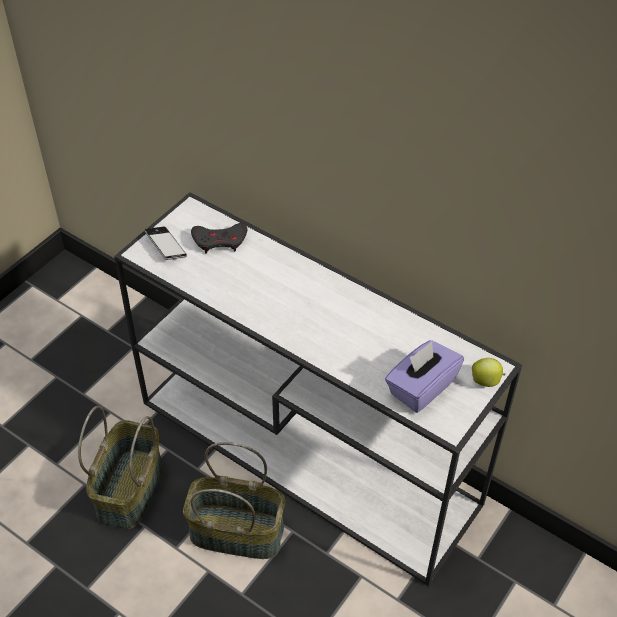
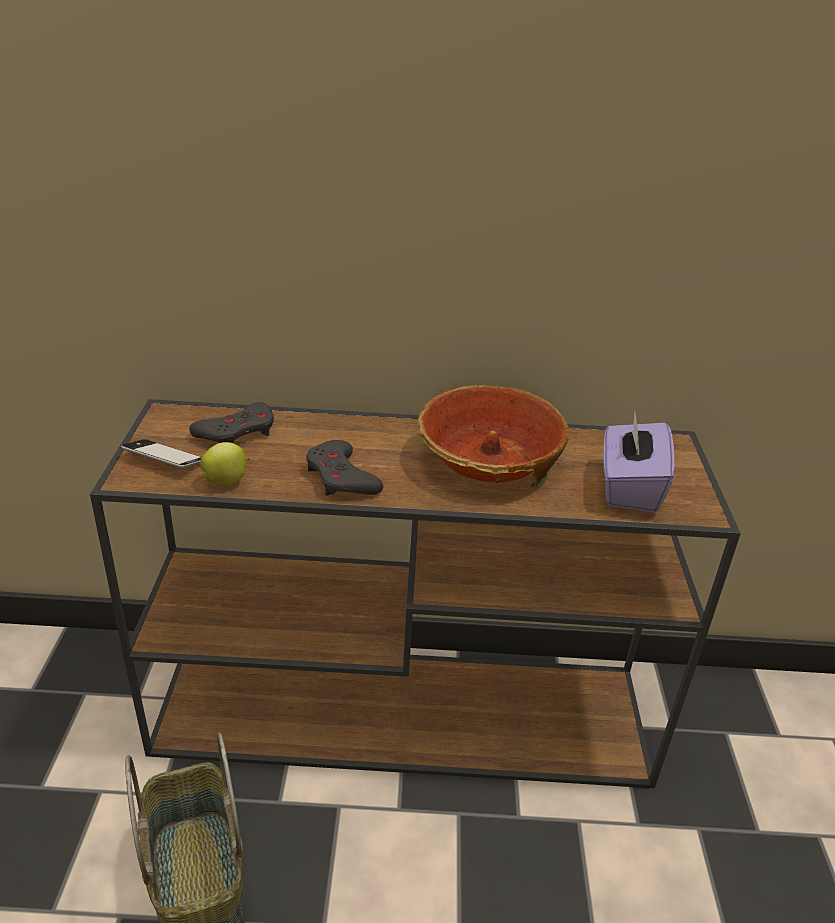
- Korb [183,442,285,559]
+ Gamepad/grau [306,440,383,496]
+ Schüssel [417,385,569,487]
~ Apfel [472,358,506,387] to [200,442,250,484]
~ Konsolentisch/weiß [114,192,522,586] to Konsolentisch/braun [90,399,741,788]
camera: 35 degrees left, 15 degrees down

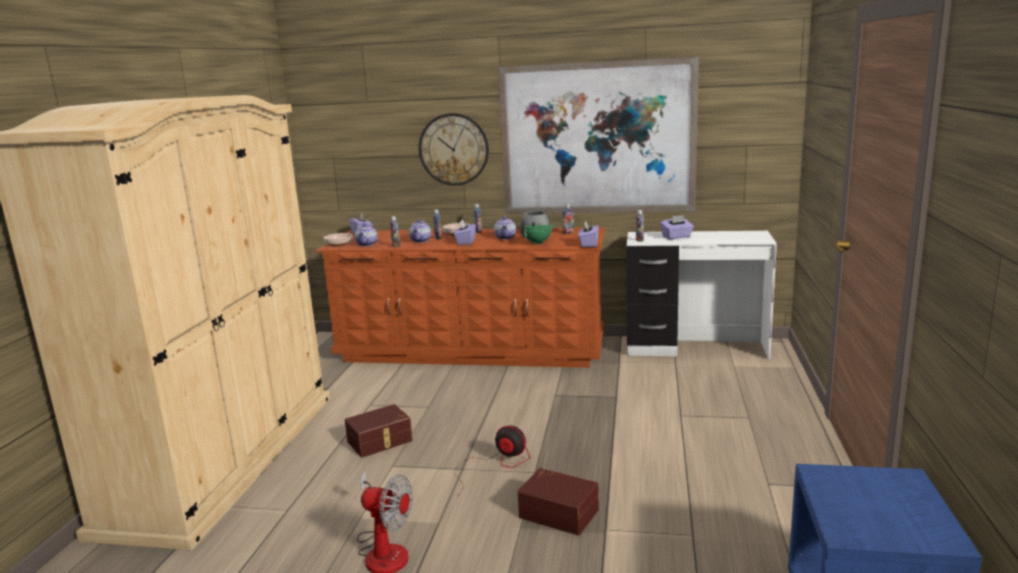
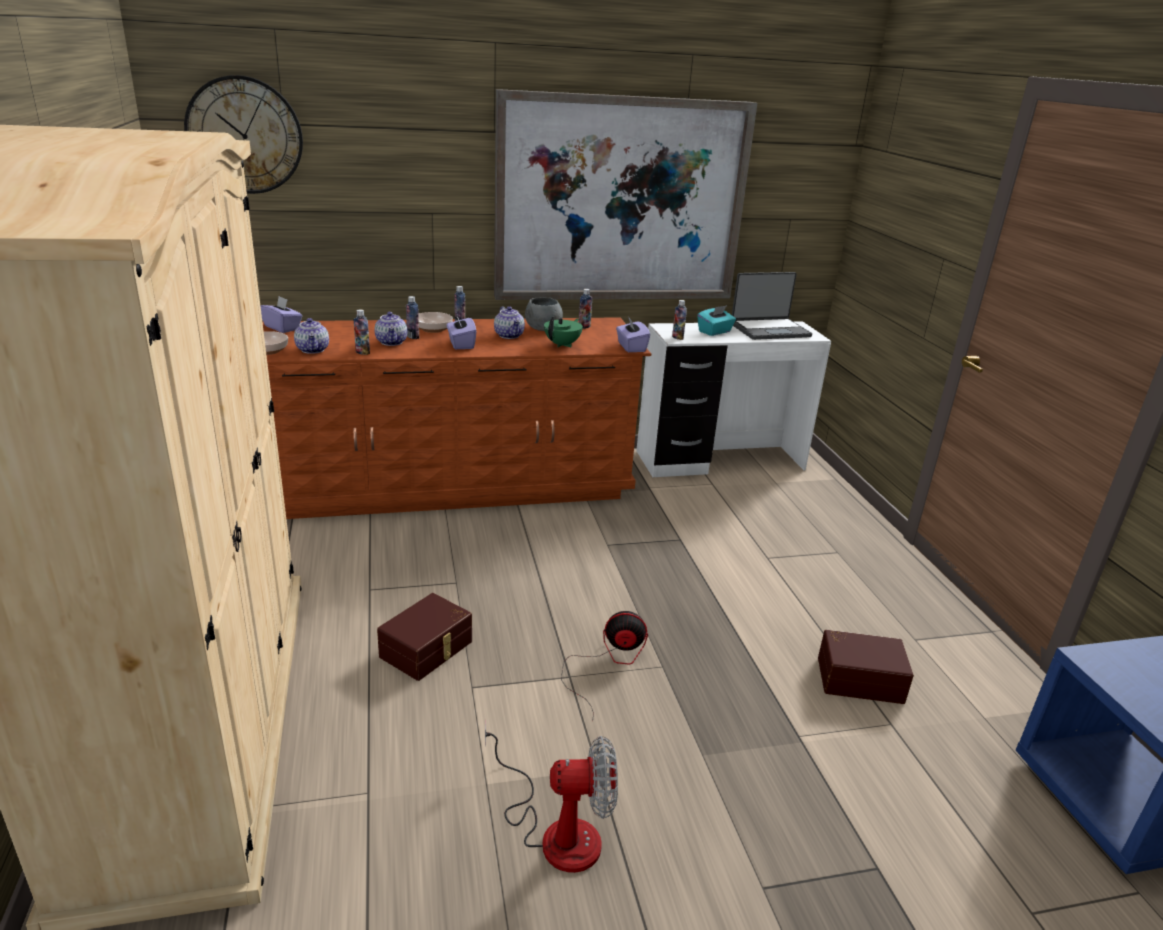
+ Laptop [732,272,812,340]
~ Wanduhr [419,113,489,186] to [184,75,303,194]
~ Aufbewahrungsbox/braun [518,468,599,535] to [818,630,914,704]
~ Taschentuchbox/lila [660,215,694,239] to Taschentuchbox/türkis [697,305,736,336]
camera: 25 degrees left, 10 degrees up

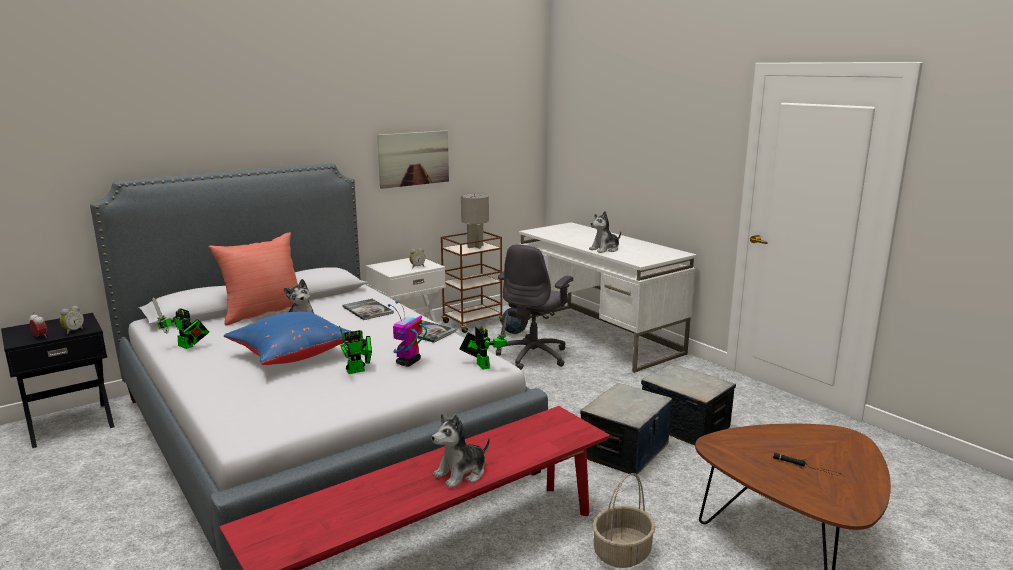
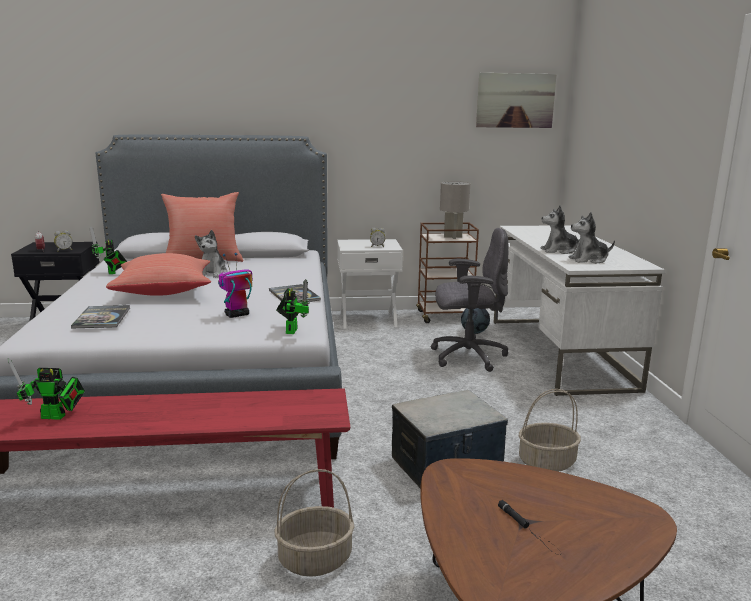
~ Spielzeugroboter [339,325,372,374] to [8,358,85,420]
~ Buch [343,299,394,320] to [71,305,130,328]
~ Bild [377,131,449,189] to [476,73,557,128]
~ Plüschtier [432,413,490,488] to [568,212,615,264]
~ Aufbewahrungsbox [641,364,736,445] to Korb [519,389,581,472]
~ Kissen/blau [224,311,352,365] to Kissen/rot [106,253,211,296]
~ Bürostuhl/grau [496,244,573,370] = [431,228,508,372] 150 degrees counterclockwise
camera: 30 degrees right, 0 degrees up

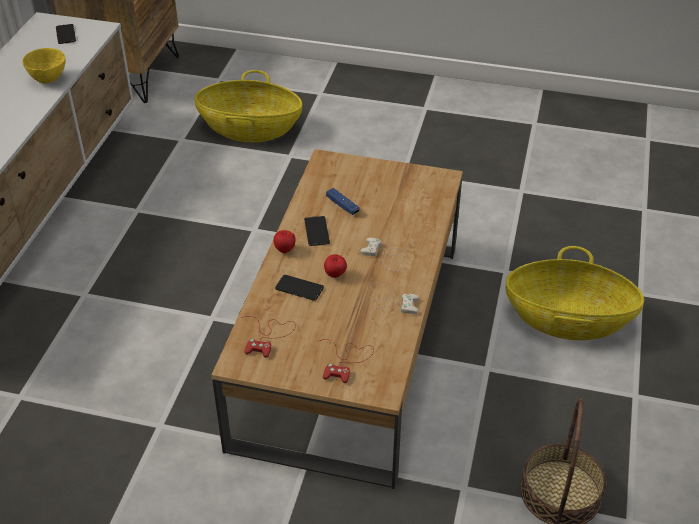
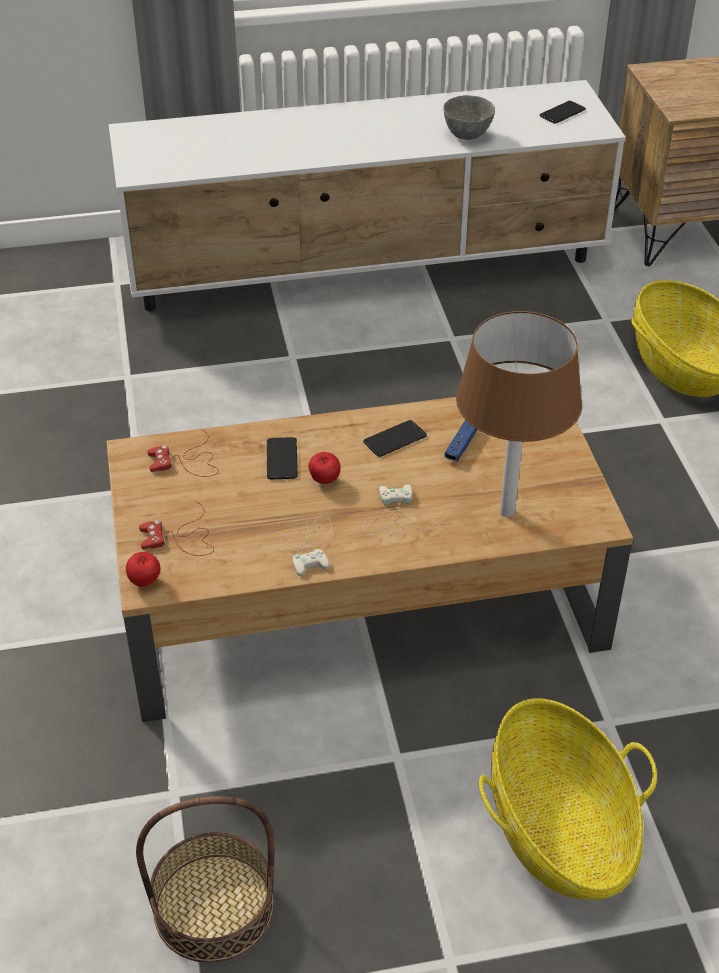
+ Tischlampe/braun [456,311,582,517]
~ Apfel [274,230,296,253] to [126,552,160,587]
~ Schüssel/gelb [22,48,65,84] to Schüssel/grau [443,95,495,140]
camera: 65 degrees right, 0 degrees up

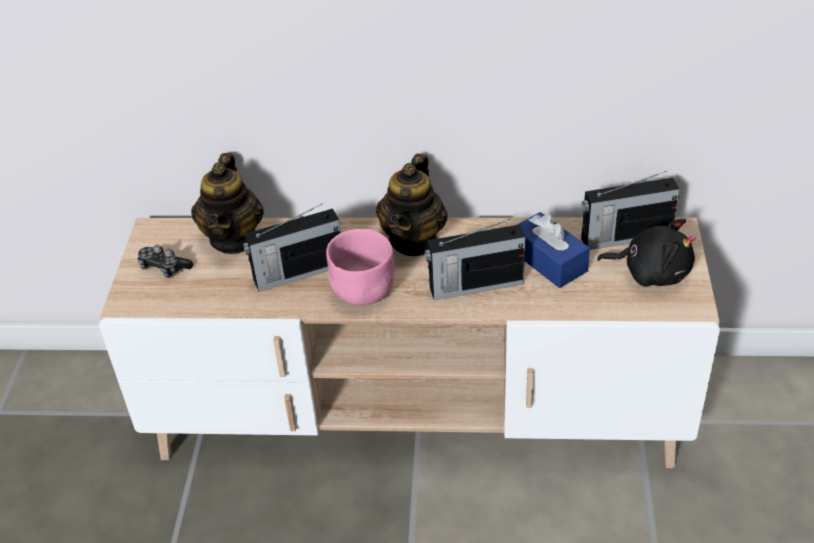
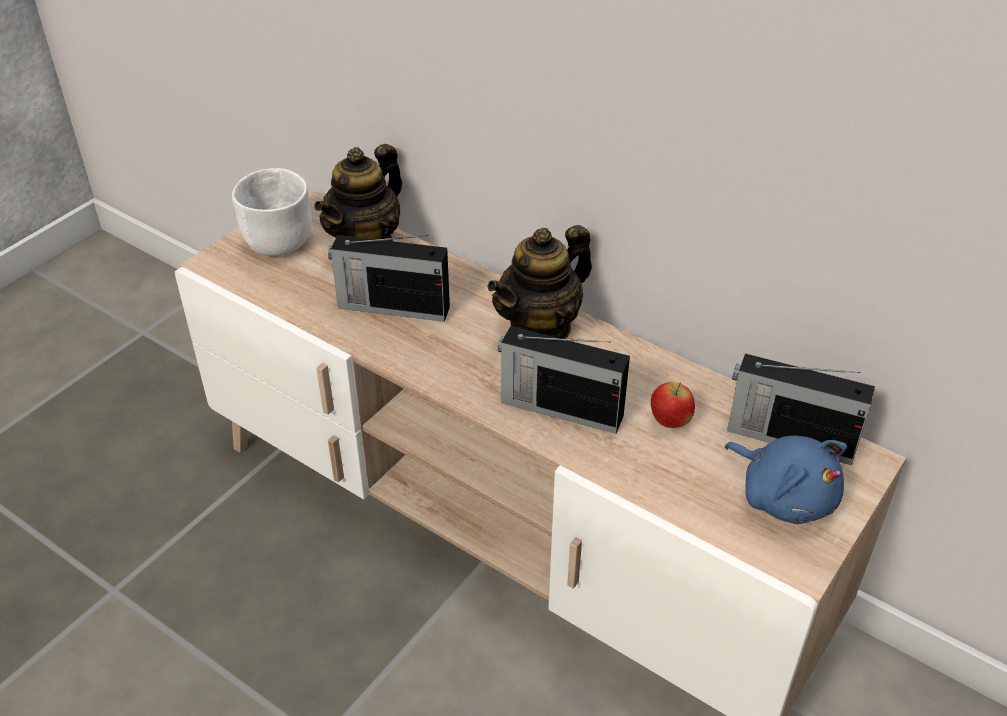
- Schüssel/rosa [326,229,394,305]
~ Gamepad [137,245,193,278] to Schüssel/weiß [232,168,312,256]
~ Taschentuchbox/blau [517,212,590,288] to Apfel [651,382,695,428]
~ Plüschtier/schwarz [597,218,696,287] to Plüschtier/blau [725,435,847,524]
camera: 30 degrees right, 0 degrees up

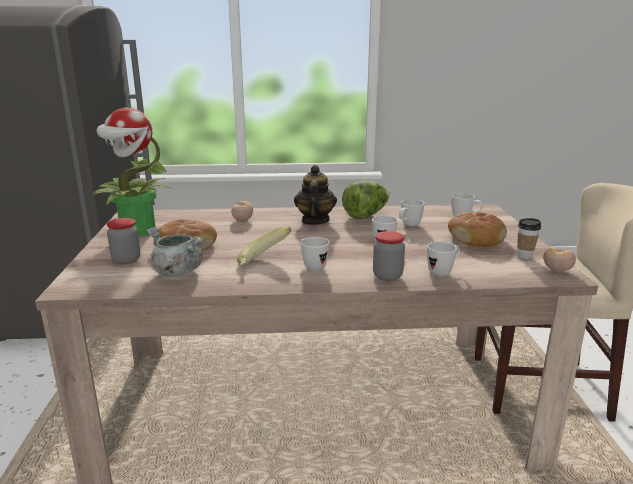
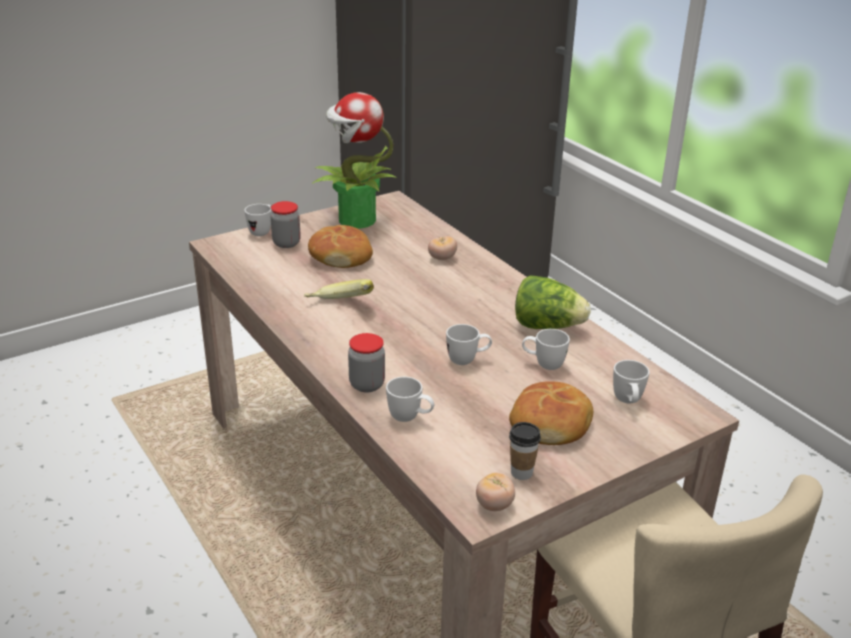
- Kochtopf/grau [147,227,205,277]
- Teekanne [294,165,337,225]
~ Henkelbecher/weiß [299,237,330,271] to [244,204,272,236]
camera: 60 degrees right, 10 degrees up

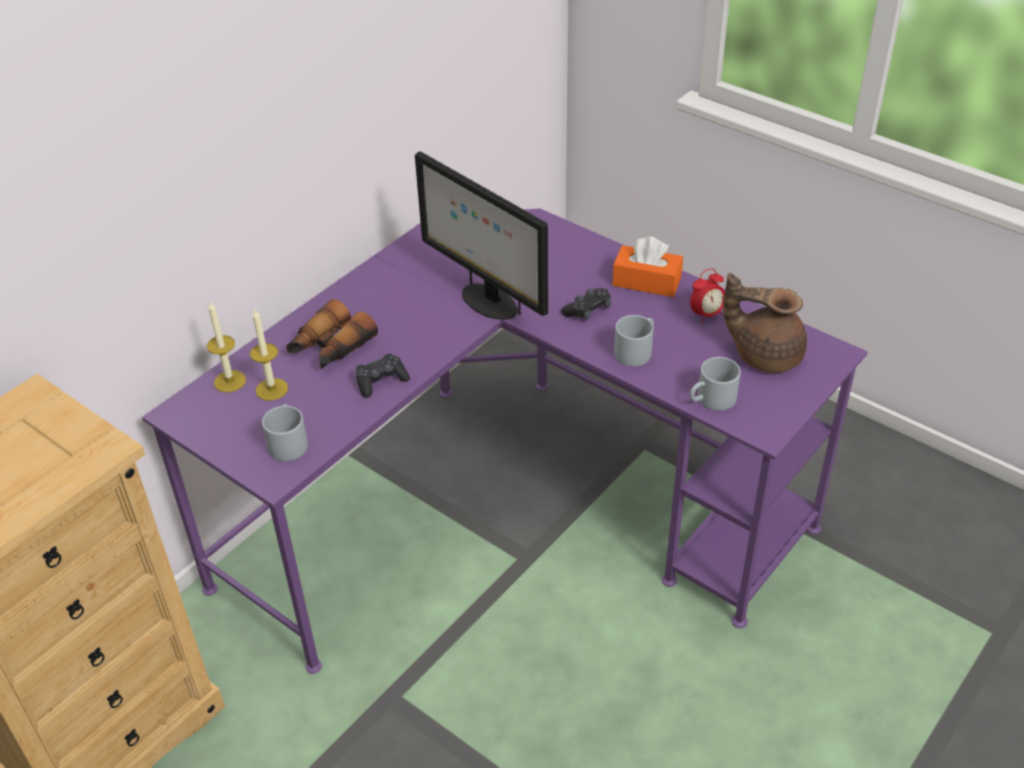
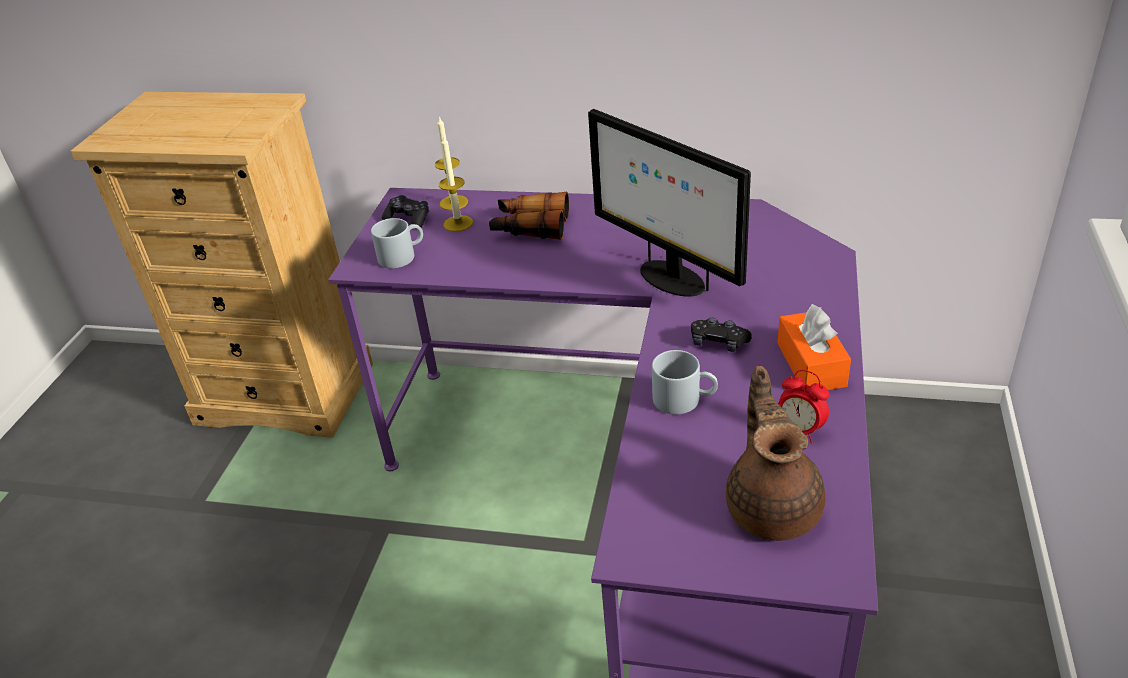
- Henkelbecher/grau [689,357,741,411]
~ Gamepad/schwarz [356,353,410,398] to [382,195,429,229]
~ Monitor [415,151,548,320] = [588,109,751,296] 60 degrees counterclockwise
camera: 65 degrees right, 5 degrees down

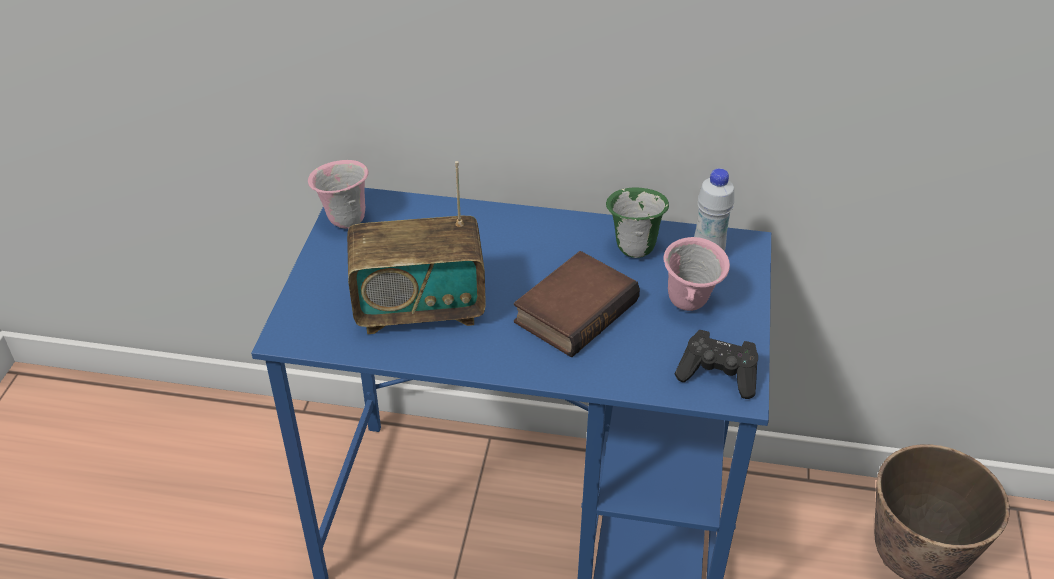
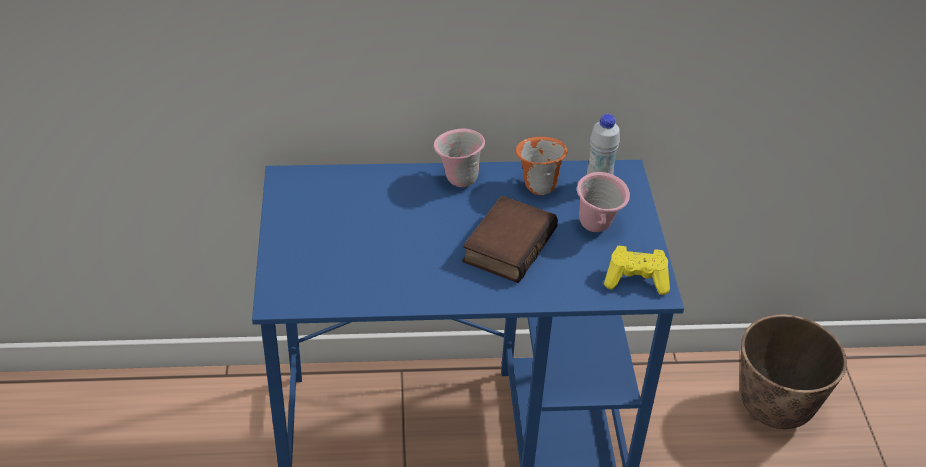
- Radio [347,161,486,334]
~ Henkelbecher/rosa [308,160,369,229] to [434,129,485,187]
~ Henkelbecher/grün [606,188,669,258] to Henkelbecher/orange [516,137,568,195]
~ Gamepad/schwarz [675,330,758,399] to Gamepad/gelb [604,246,670,295]
camera: 15 degrees left, 0 degrees up

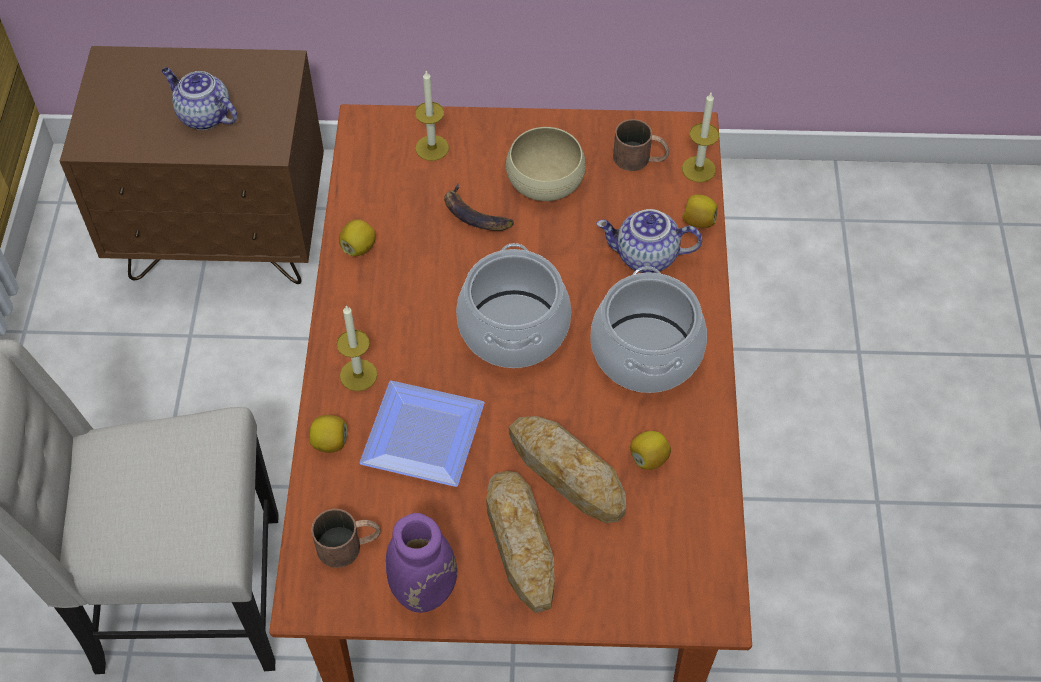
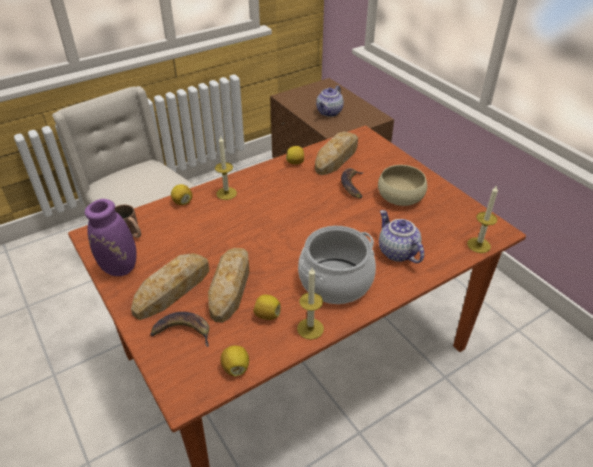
- Teller [359,381,485,487]
- Kochtopf [456,243,571,368]
- Henkelbecher/braun [613,119,669,171]
+ Banane [150,312,209,347]
+ Brot [315,132,358,175]
~ Kerze [415,71,449,161] to [297,268,324,340]
~ Zitrone [682,195,717,228] to [220,345,249,376]
~ Teekanne [161,67,237,130] = [316,86,344,117] 150 degrees counterclockwise
camera: 55 degrees right, 15 degrees down

